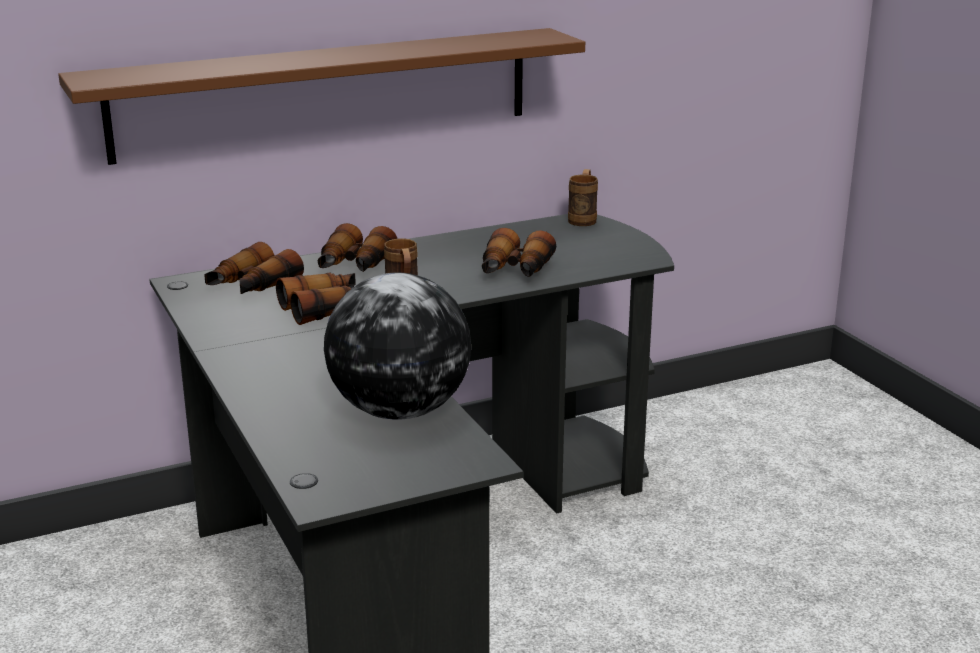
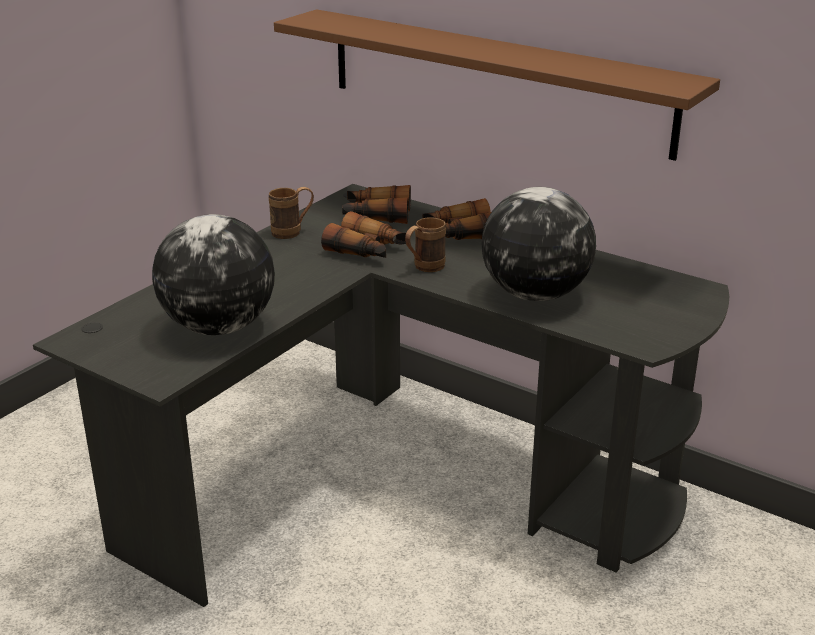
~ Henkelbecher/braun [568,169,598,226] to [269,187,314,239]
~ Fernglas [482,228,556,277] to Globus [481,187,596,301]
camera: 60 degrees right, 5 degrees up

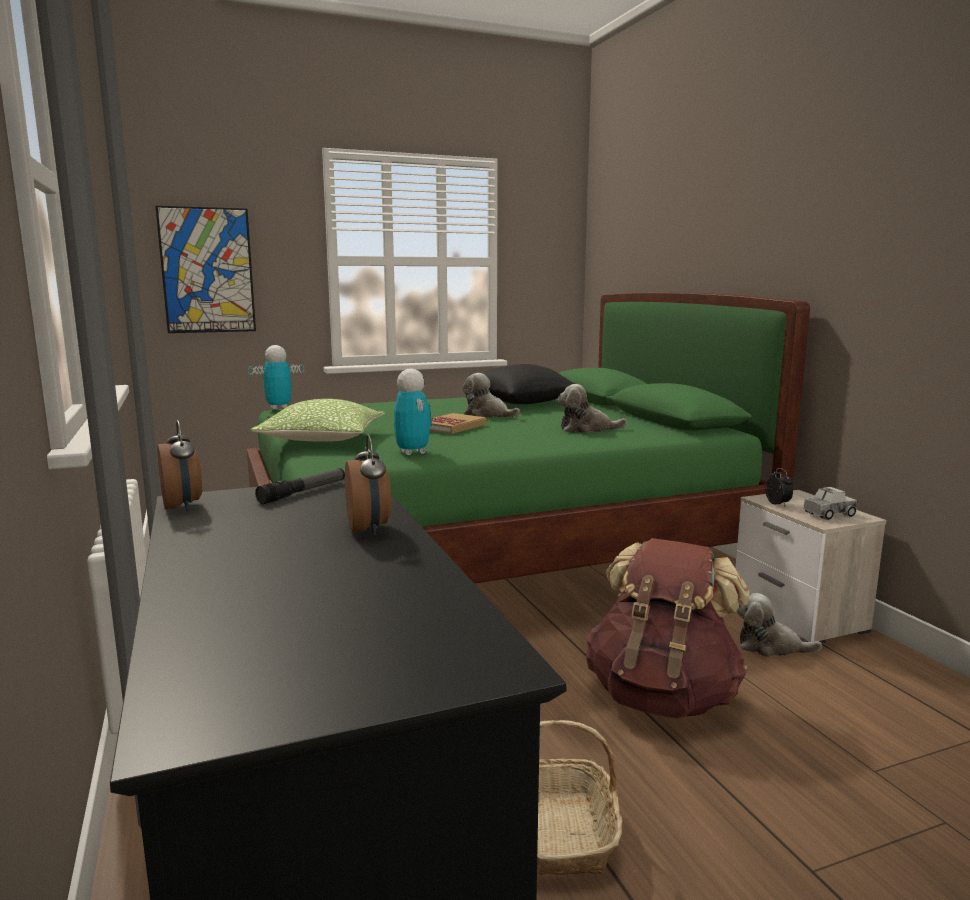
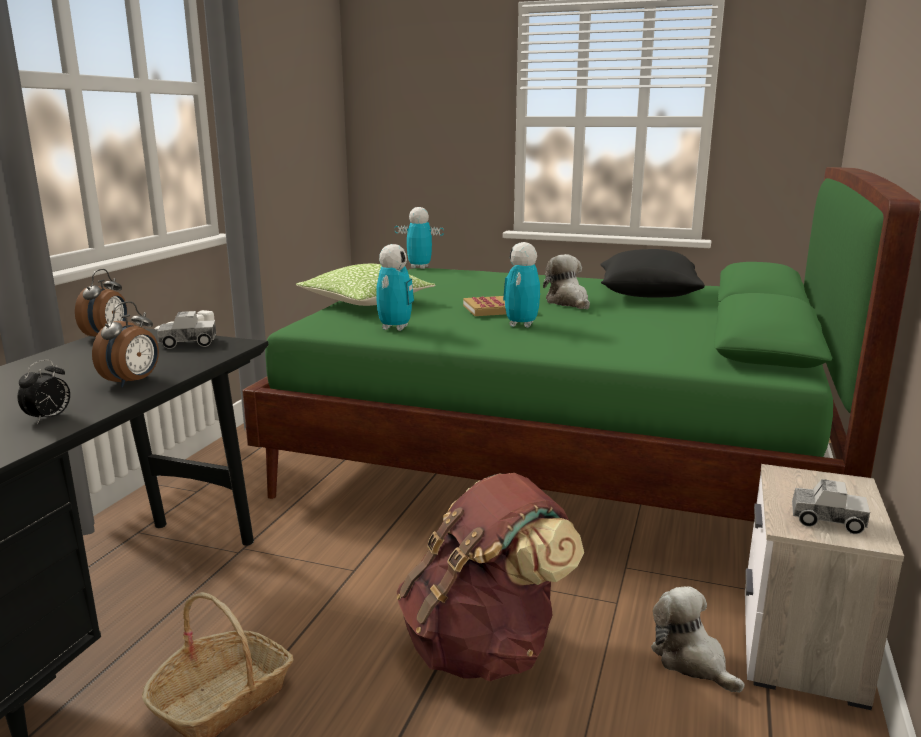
- Bild [155,206,256,333]
- Plüschtier [557,384,627,433]
+ Spielzeugroboter [503,242,540,328]
~ Wecker [765,468,793,507] to [18,359,70,424]
~ Taschenlampe [255,468,345,504] to Spielzeuglaster [157,311,216,349]
camera: 40 degrees right, 5 degrees up

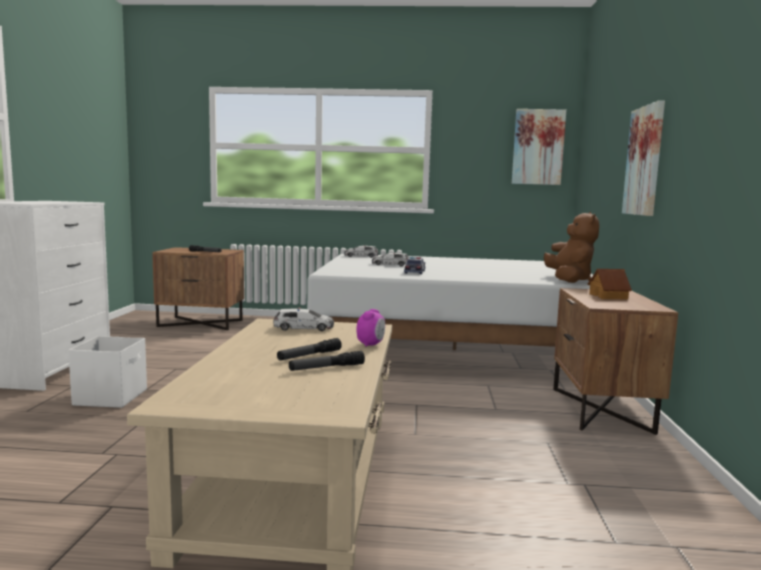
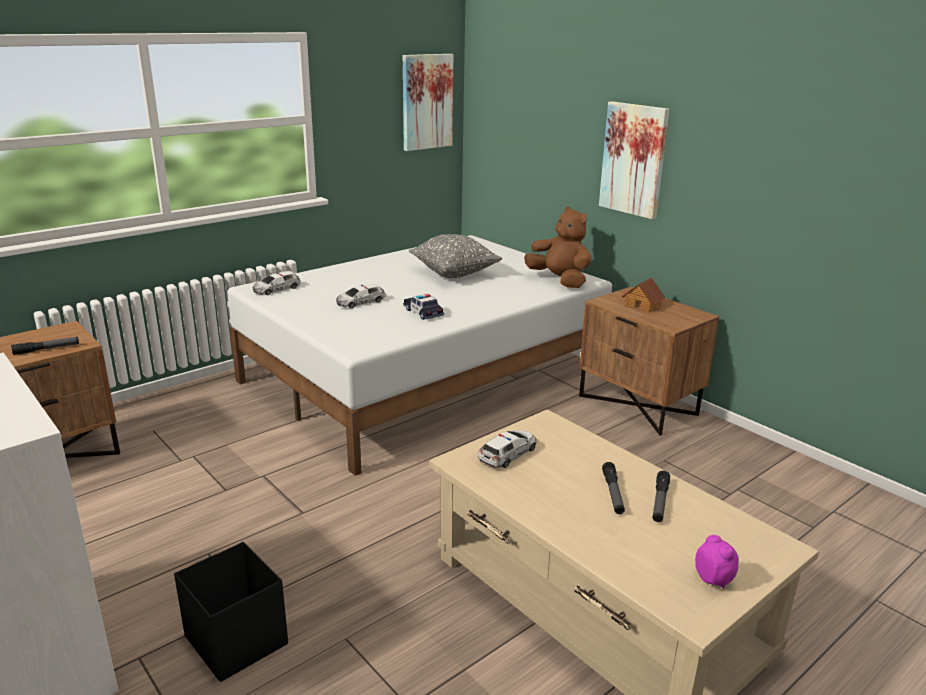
+ Kissen/grau [409,234,502,278]
~ Wecker [357,309,385,347] to [695,535,739,589]
~ Aufbewahrungsbox/weiß [68,336,147,408] to Aufbewahrungsbox/schwarz [174,542,288,682]
camera: 45 degrees left, 15 degrees up

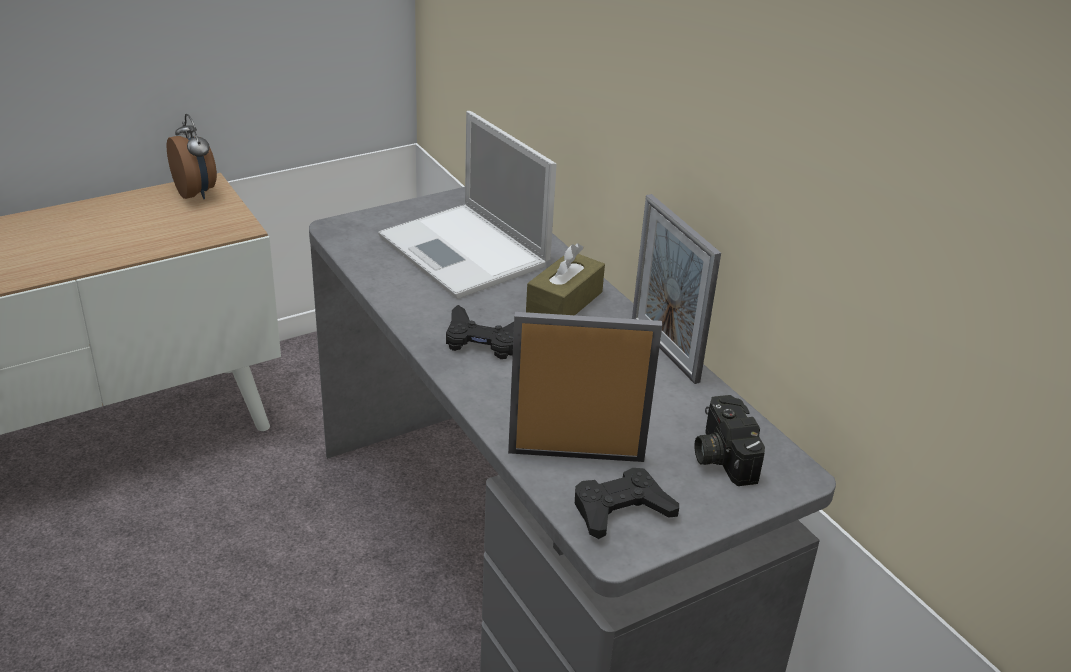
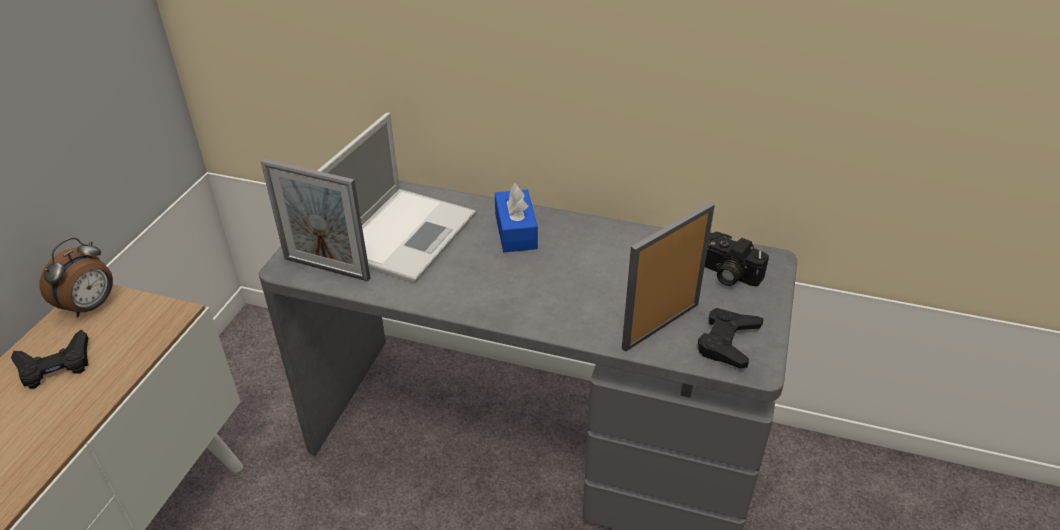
~ Gamepad/schwarz [446,305,514,359] to [11,330,88,389]
~ Bilderrahmen [632,194,721,384] to [261,159,370,281]
~ Taschentuchbox/braun [526,243,605,315] to Taschentuchbox/blau [495,183,538,252]
~ Wecker [167,114,217,199] = [40,238,113,317] 105 degrees clockwise
~ Laptop [378,111,557,299] = [317,113,476,283] 75 degrees counterclockwise
camera: 40 degrees left, 5 degrees up

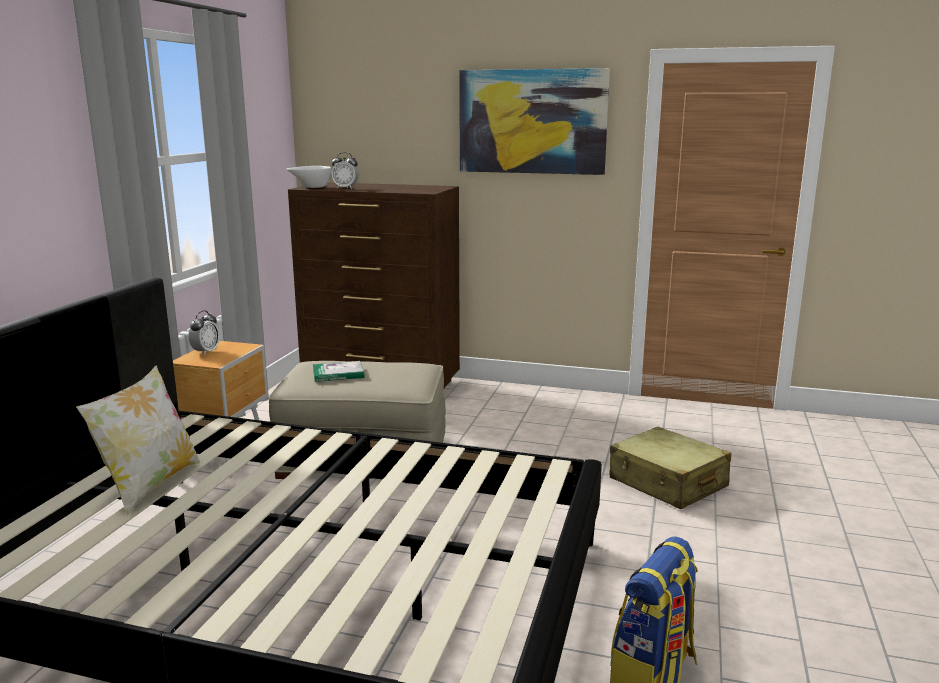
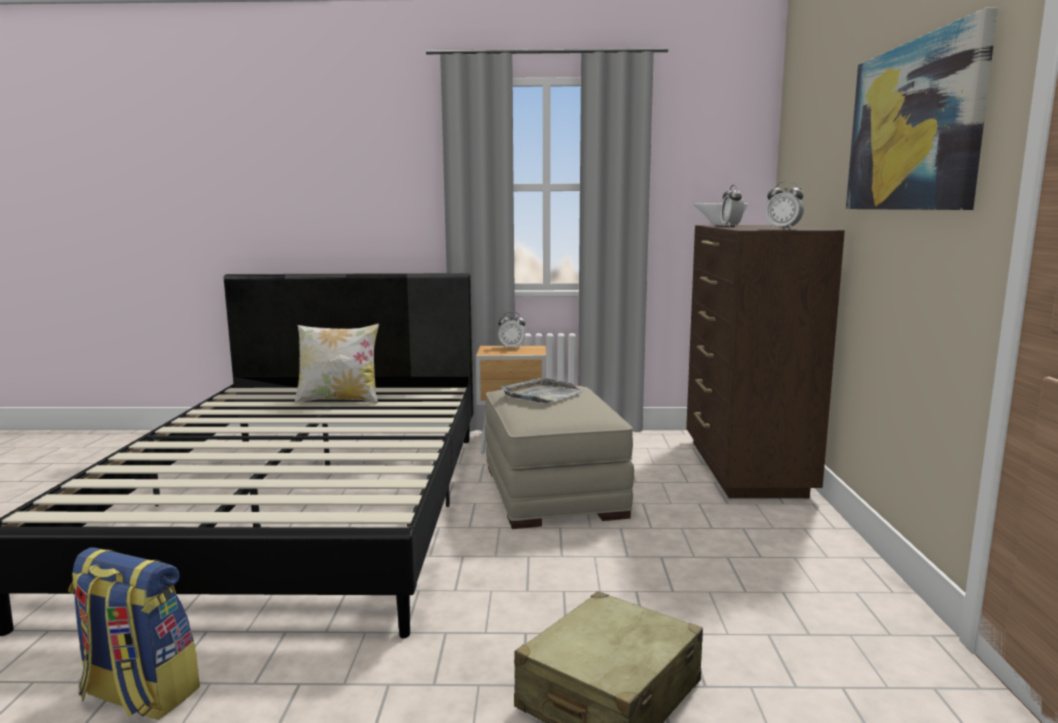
+ Wecker [766,181,804,230]
~ Buch [313,361,364,382] to Tablett/grau [501,378,585,403]
camera: 75 degrees right, 5 degrees down

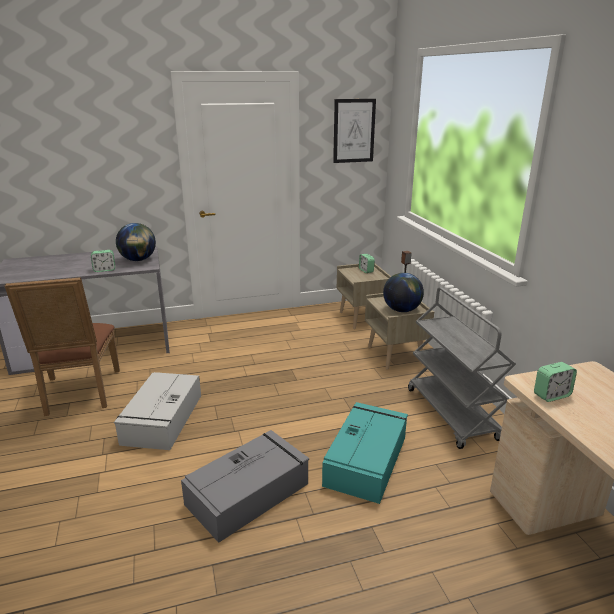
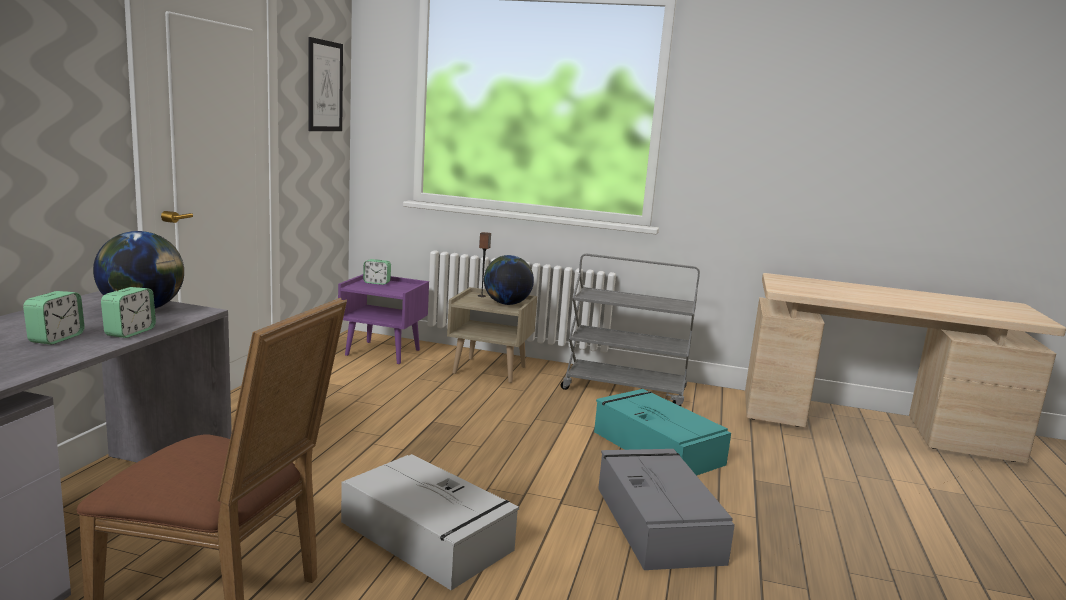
~ Wecker [534,362,577,402] to [23,291,85,345]
~ Nachttisch/beige [337,263,392,329] to Nachttisch/lila [338,274,429,364]
camera: 60 degrees left, 10 degrees down

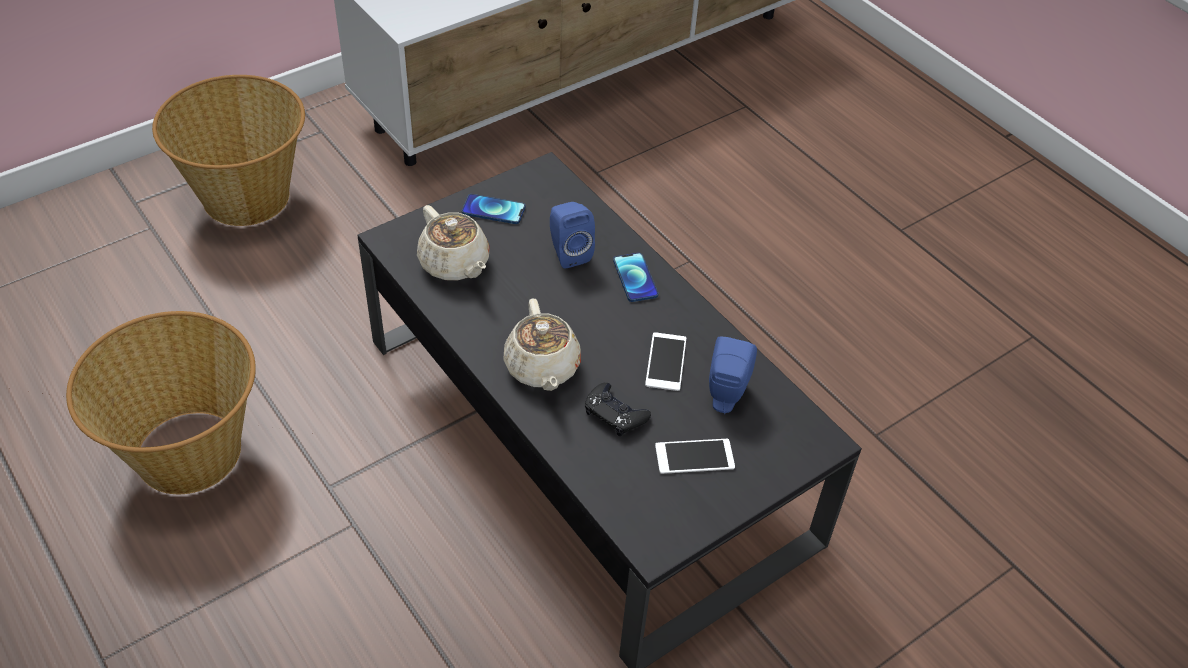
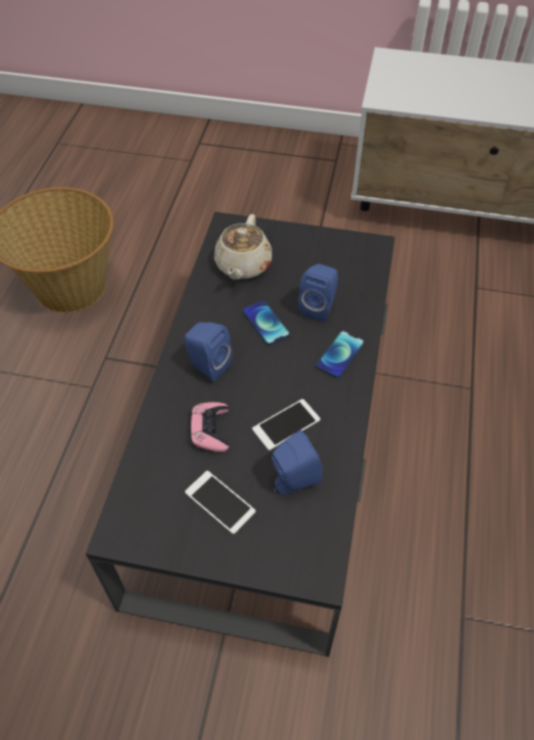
- Korb [152,75,305,226]
~ Handy [462,194,525,224] to [243,300,290,345]
~ Teekanne/beige [503,298,581,391] to Lautsprecher/blau [185,322,232,382]
~ Gamepad/schwarz [585,383,651,436] to Gamepad/rosa [191,402,229,452]
camera: 50 degrees right, 5 degrees up

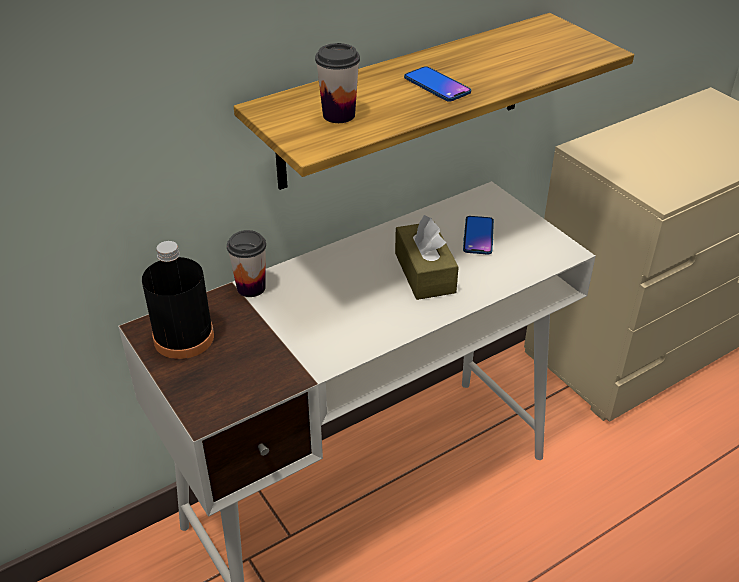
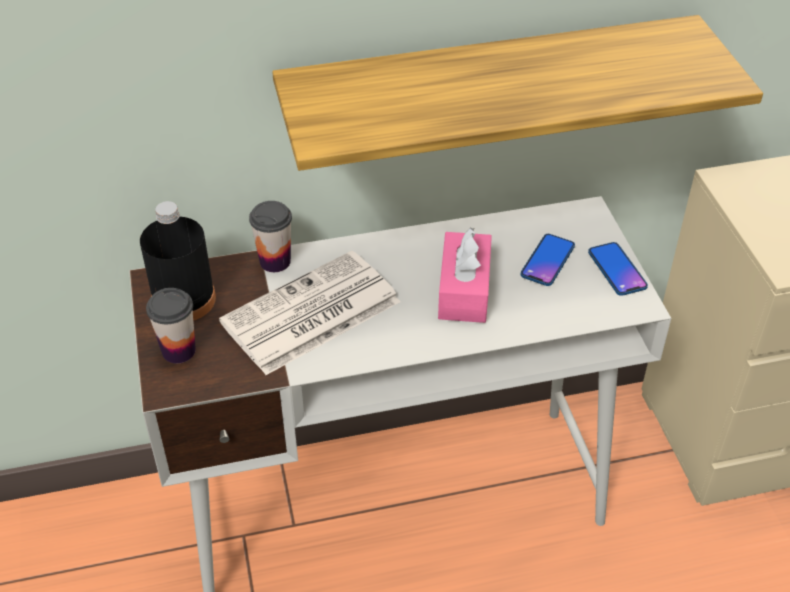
+ Zeitung [219,251,400,375]
~ Tasse [315,43,360,123] to [146,288,196,363]
~ Handy [404,66,471,102] to [588,242,648,296]
~ Taschentuchbox/braun [395,215,459,300] to Taschentuchbox/rosa [438,228,492,323]
camera: 20 degrees right, 5 degrees up

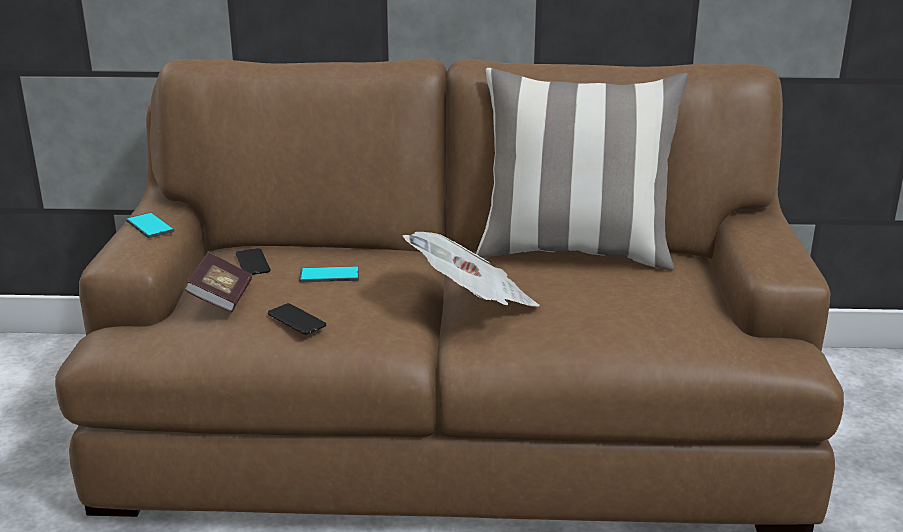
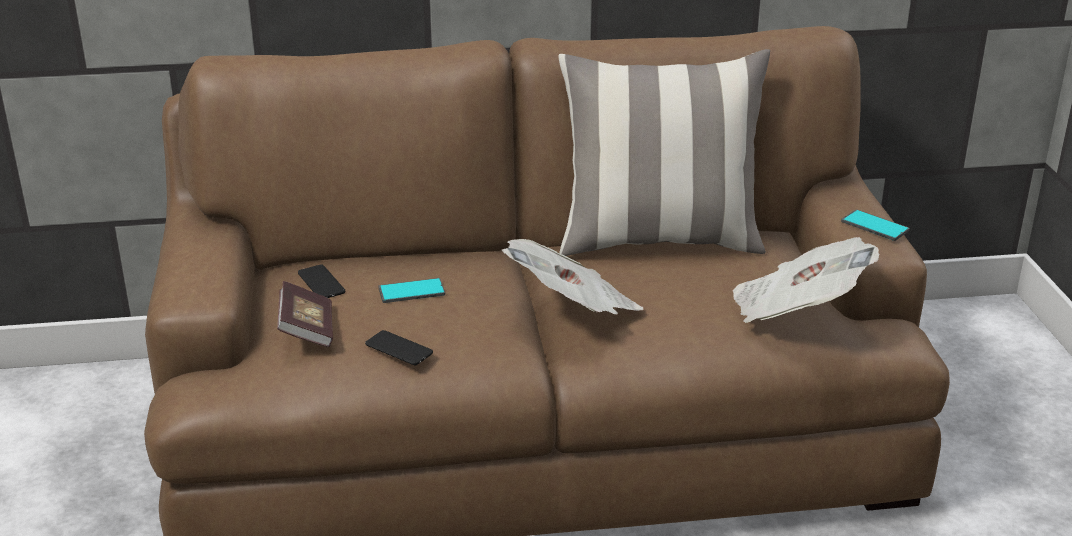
+ Zeitung [733,237,879,323]
~ Handy [126,212,174,238] to [841,209,909,241]
camera: 10 degrees left, 5 degrees up

